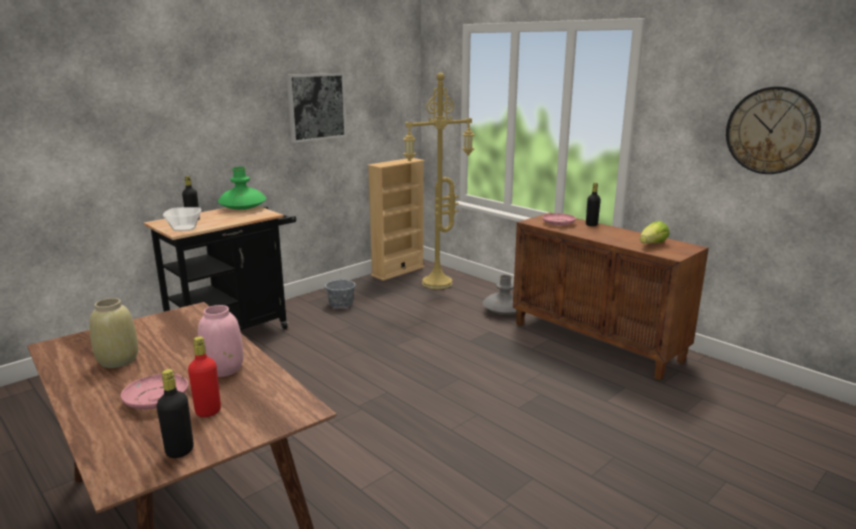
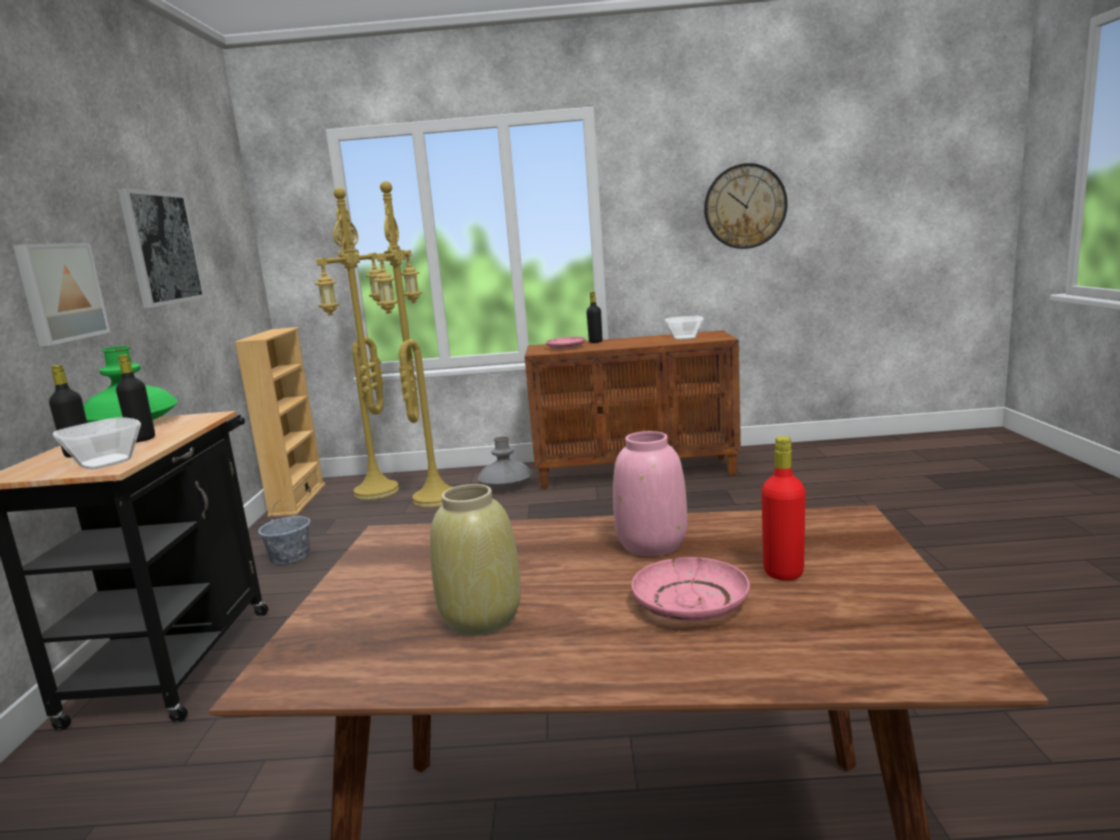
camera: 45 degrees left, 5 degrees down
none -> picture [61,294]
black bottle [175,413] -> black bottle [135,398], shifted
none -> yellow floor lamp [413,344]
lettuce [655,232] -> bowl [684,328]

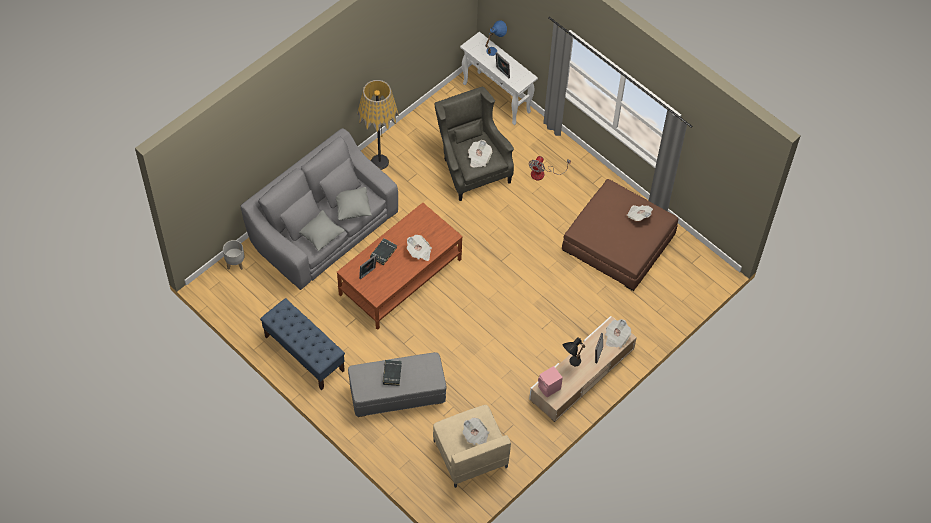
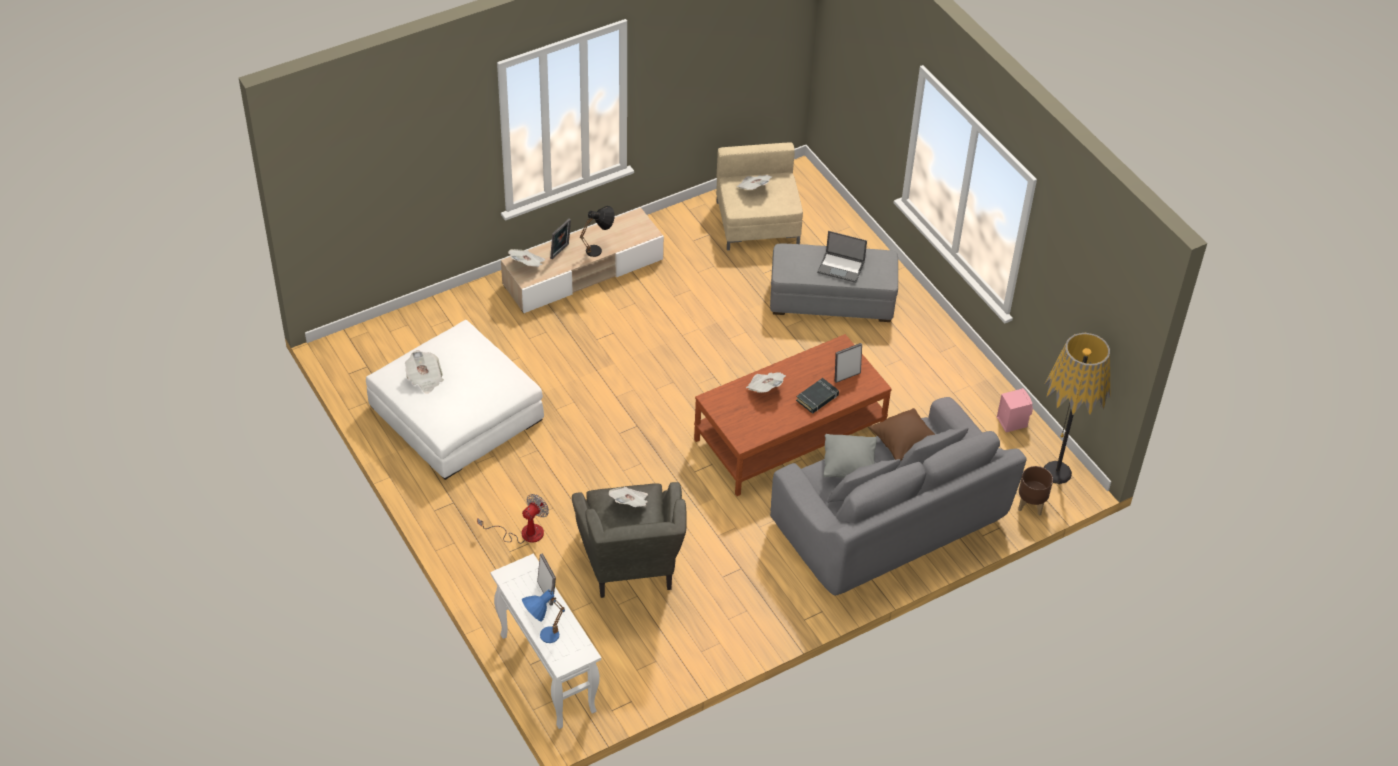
camera: 165 degrees left, 10 degrees down
brown ottoman [620,235] -> white ottoman [455,400]
black book [392,373] -> laptop [842,257]
grey pillow [322,230] -> brown pillow [902,434]
pink speaker [550,381] -> pink speaker [1015,410], shifted
grey planter [234,255] -> brown planter [1035,491]
floor lamp [378,125] -> floor lamp [1077,408], shifted
blue bench [302,344] -> none

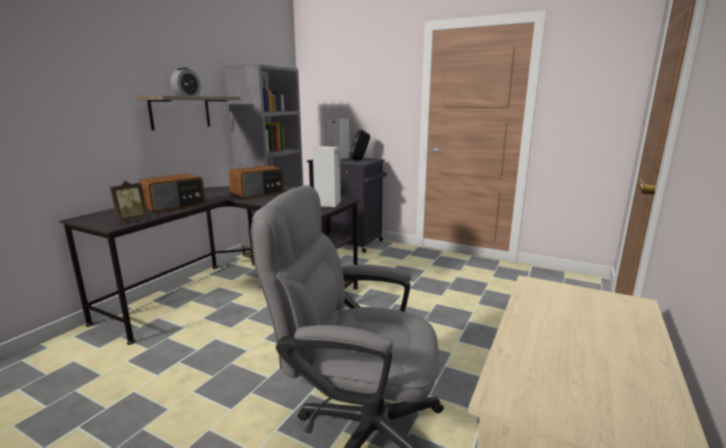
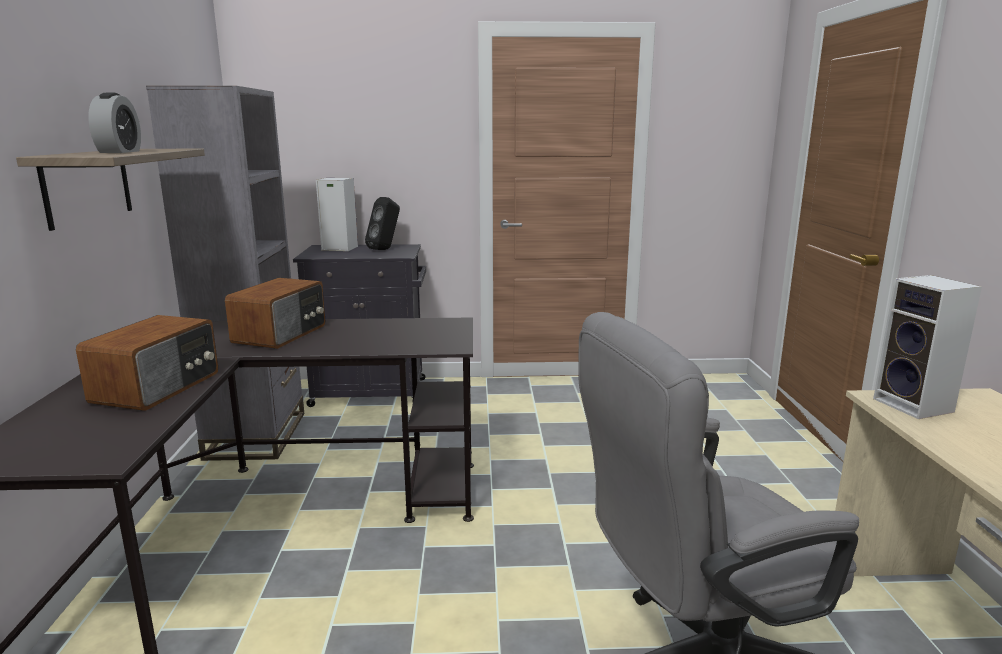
camera: 30 degrees left, 0 degrees up
speaker [327,176] -> speaker [927,347], shifted
picture frame [129,202] -> none

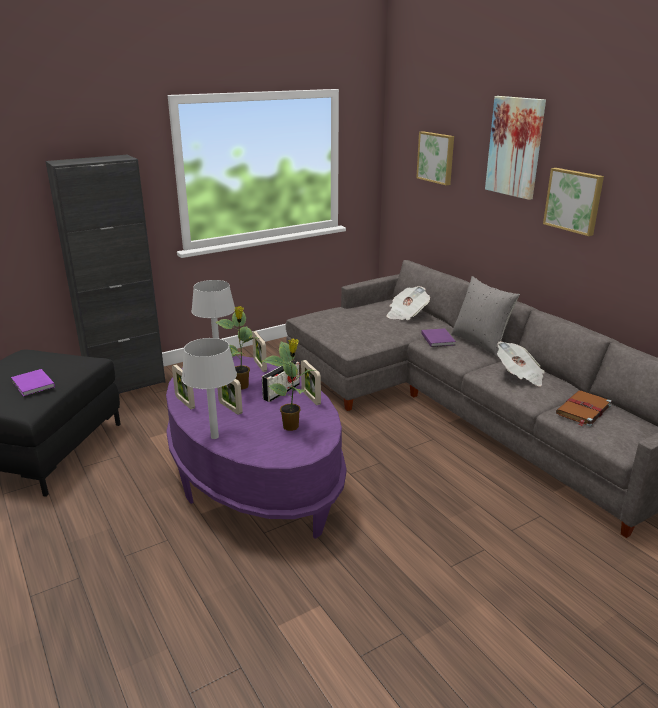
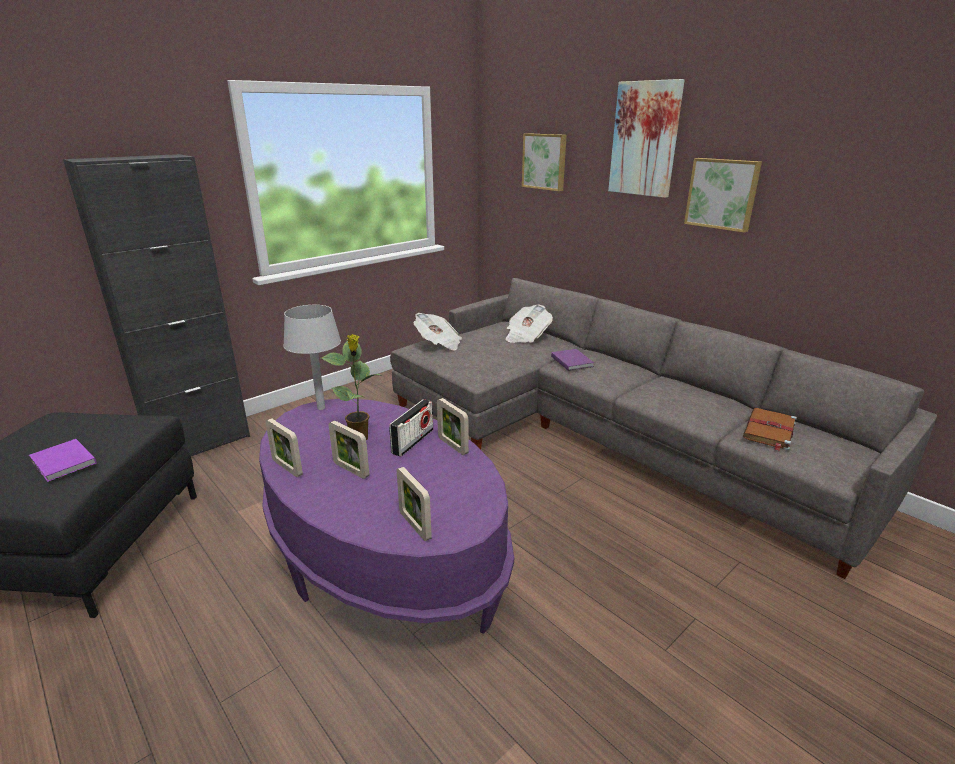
camera: 10 degrees left, 0 degrees up
picture frame [259,351] -> picture frame [414,504], shifted
newspaper [521,364] -> newspaper [438,331], shifted
grey table lamp [209,388] -> none
potted plant [289,384] -> none
grey pillow [485,316] -> none

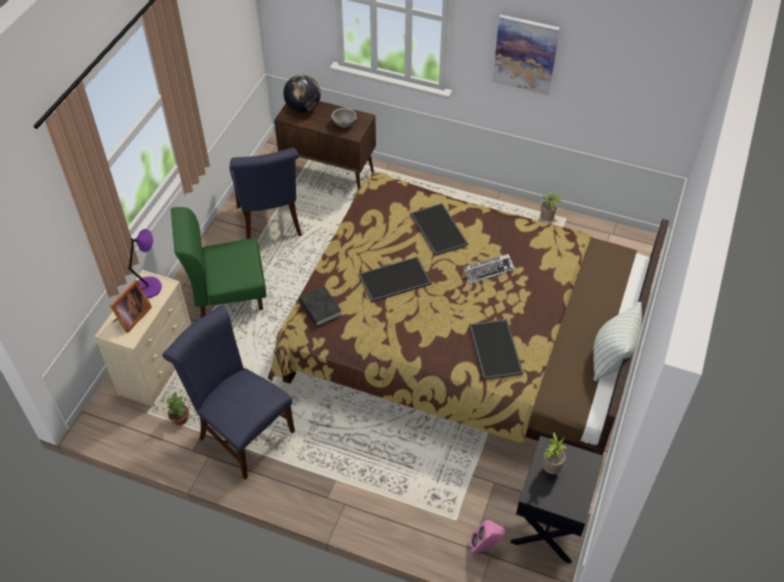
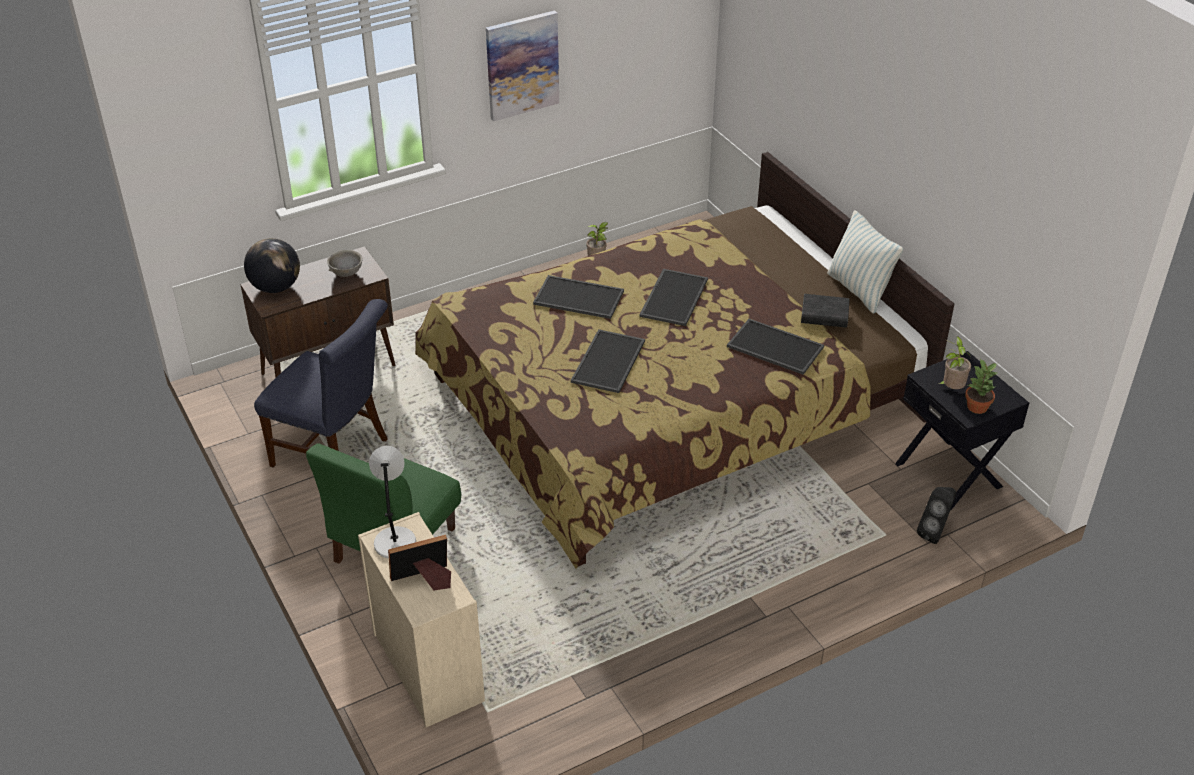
camera: 50 degrees left, 10 degrees down
purple table lamp [145,264] -> grey table lamp [392,502]
picture frame [131,306] -> picture frame [419,562], 90 degrees counterclockwise
keyboard [489,269] -> tray [673,297]
black book [320,306] -> black book [825,311], shifted
pink speaker [487,537] -> black speaker [936,515]
potted plant [177,408] -> potted plant [981,386], shifted
blue chair [228,392] -> none

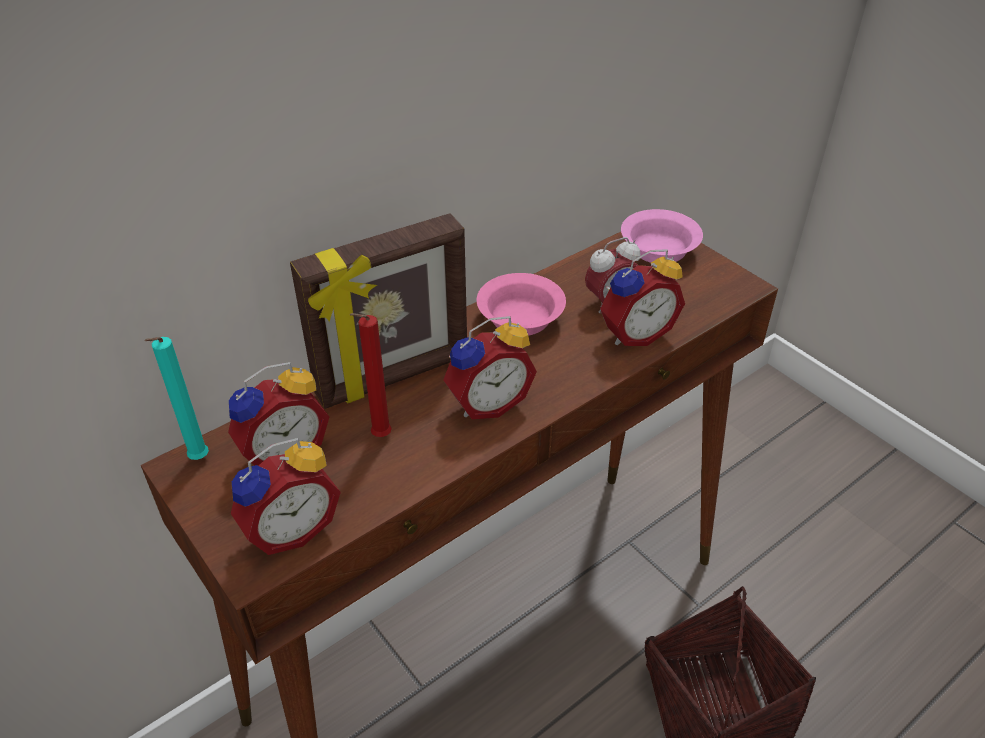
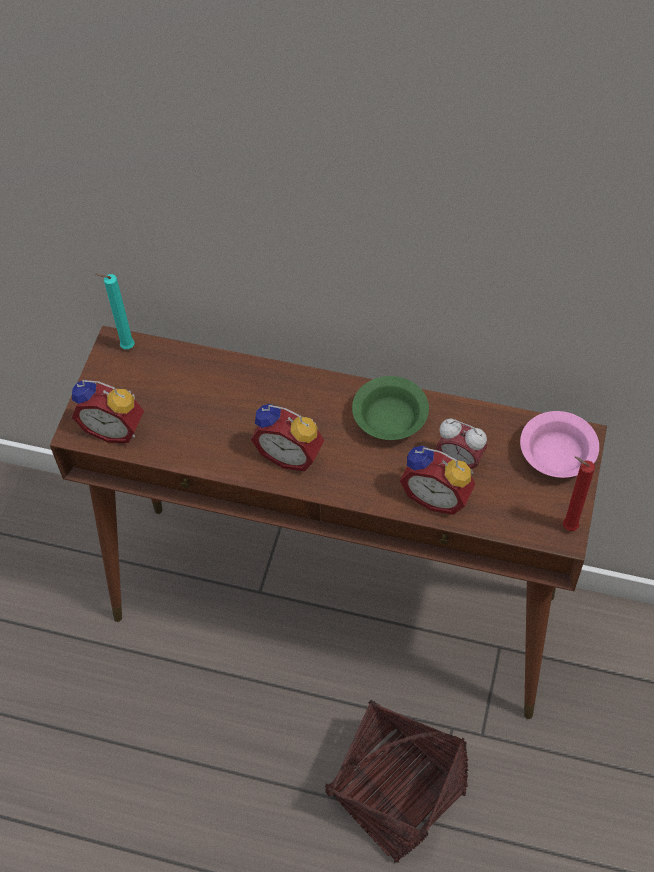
camera: 55 degrees right, 15 degrees up
pink bowl [521,304] -> green bowl [390,408]
red candle [371,375] -> red candle [579,494], shifted
alarm clock [278,414] -> none
picture frame [378,311] -> none

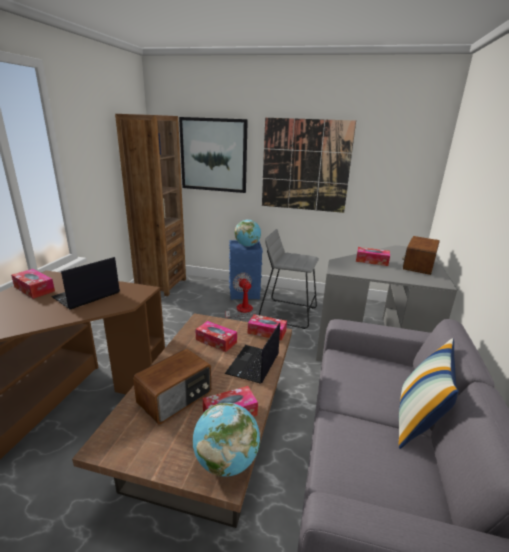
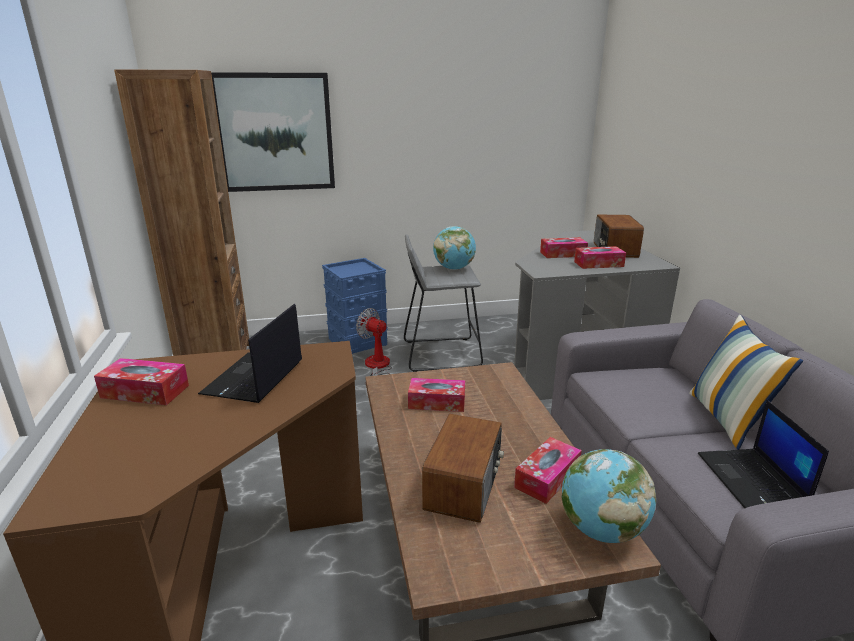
camera: 25 degrees left, 0 degrees up
globe [248,233] -> globe [454,248], shifted
tissue box [267,327] -> tissue box [600,257], shifted
laptop [252,353] -> laptop [763,454], shifted
picture [309,165] -> none

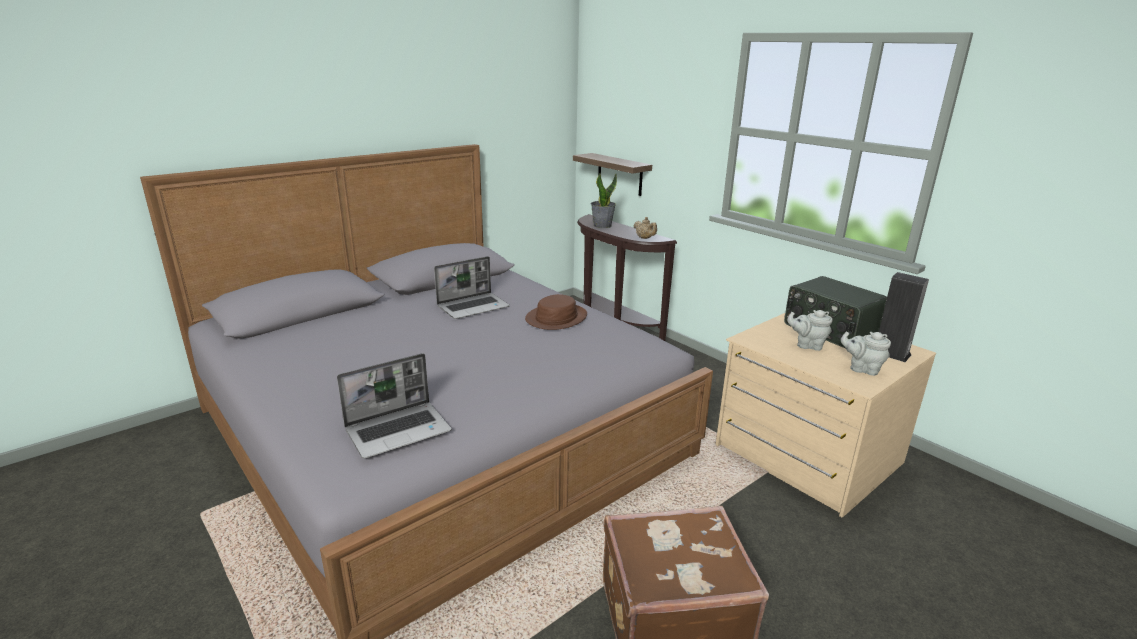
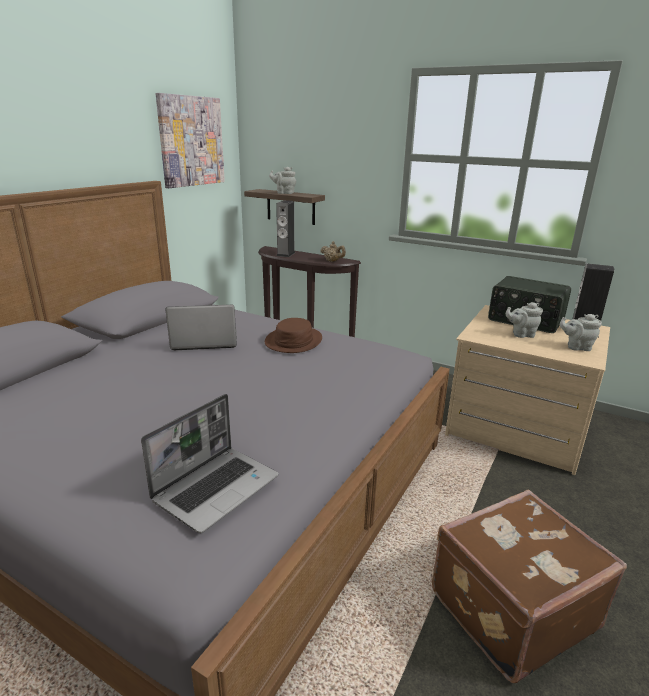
camera: 20 degrees left, 0 degrees up
none -> picture [190,140]
laptop [472,287] -> laptop [201,327], 135 degrees counterclockwise
none -> grey teapot [282,180]
potted plant [604,200] -> speaker [285,228]

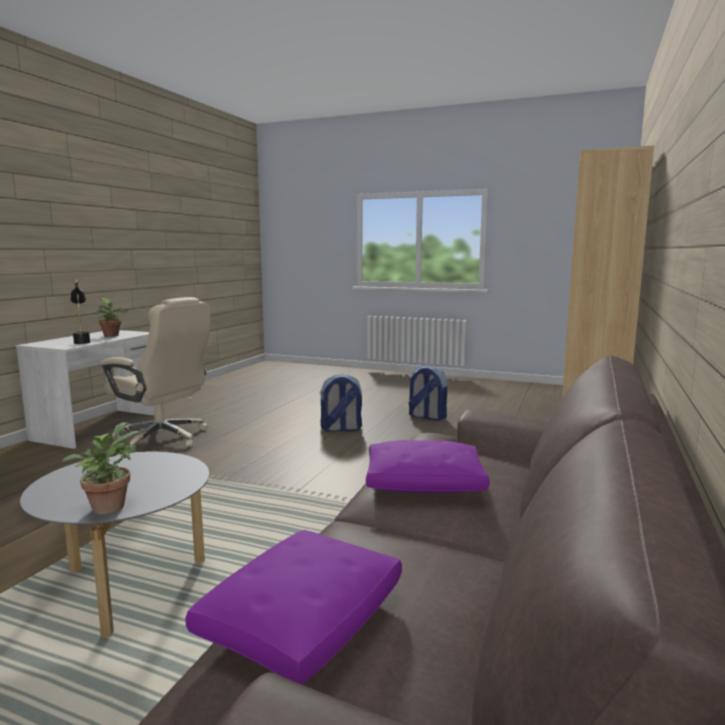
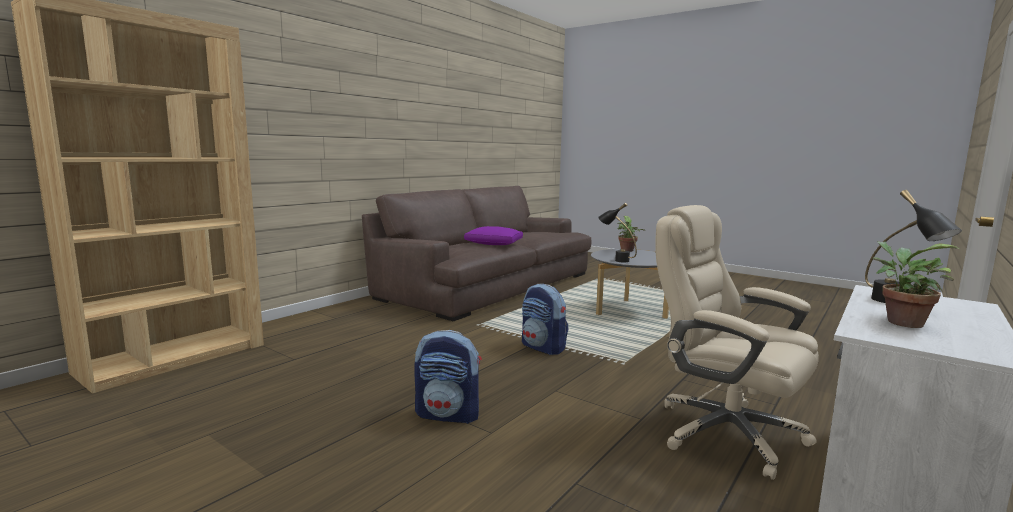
camera: 165 degrees left, 0 degrees up
backpack [428,393] -> backpack [545,319], shifted
none -> black table lamp [617,232]
purple pillow [293,607] -> none

